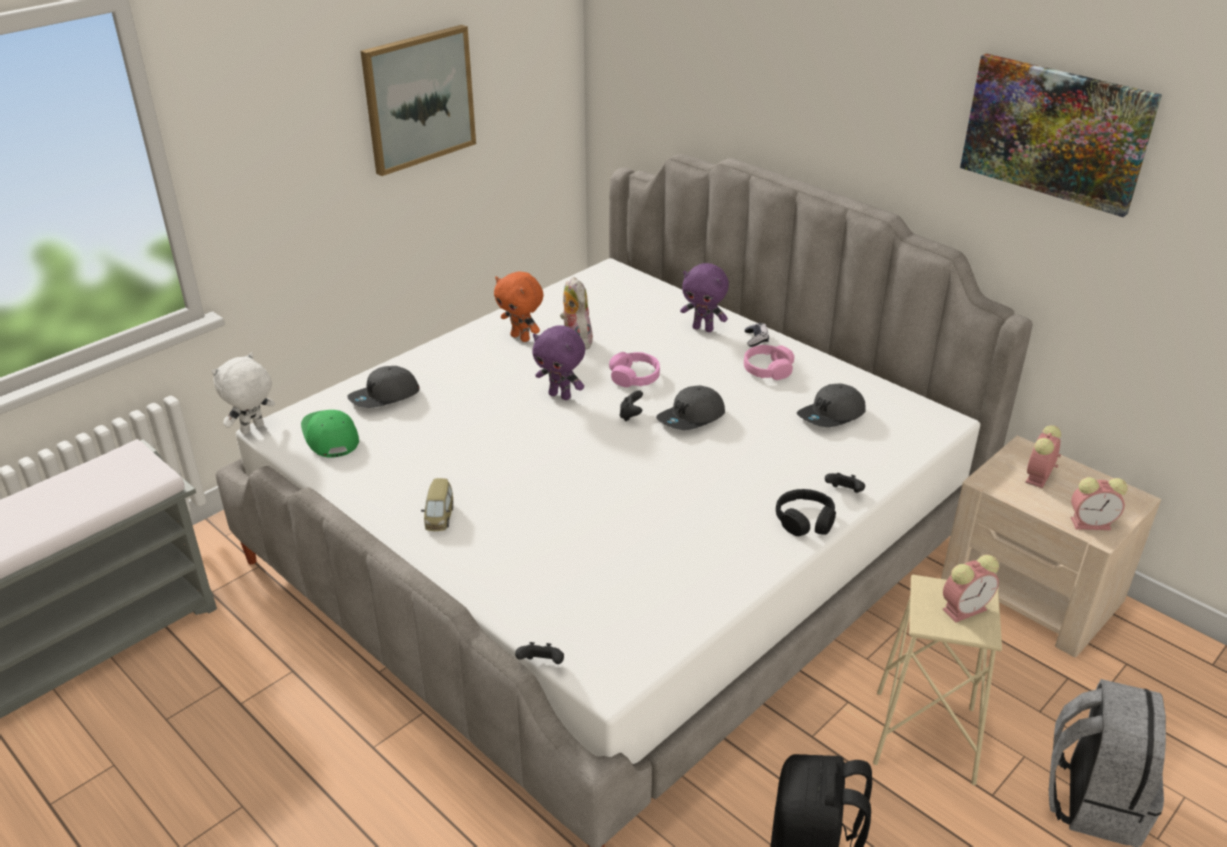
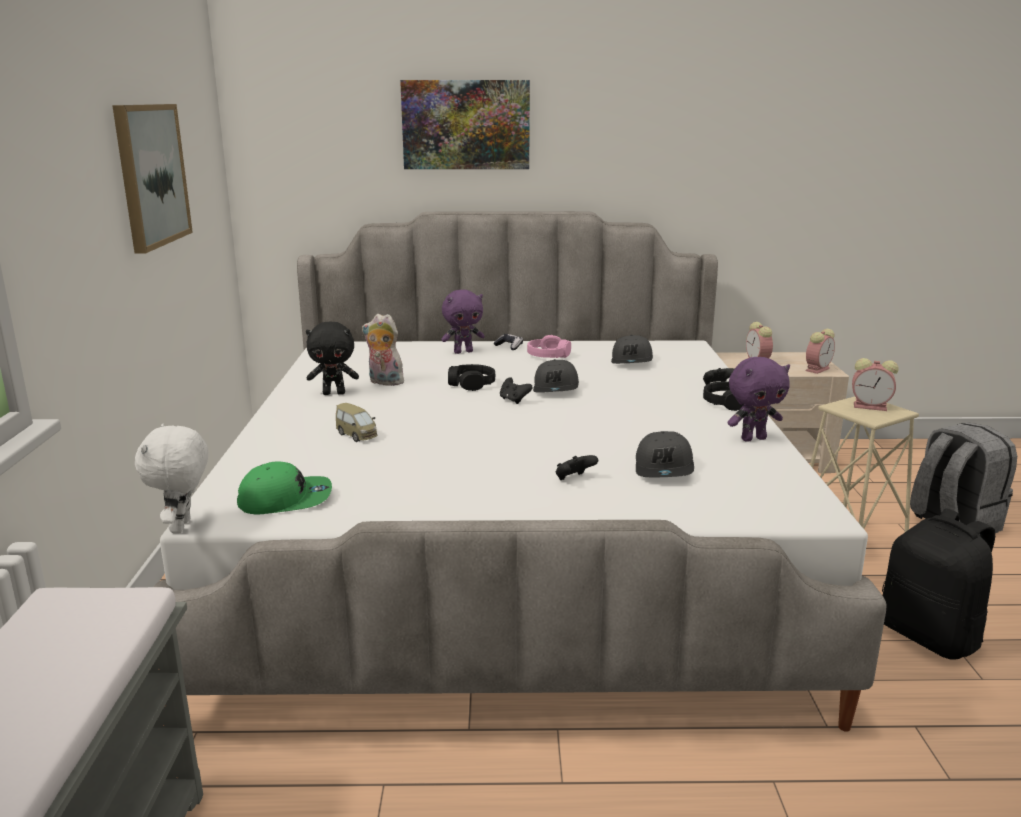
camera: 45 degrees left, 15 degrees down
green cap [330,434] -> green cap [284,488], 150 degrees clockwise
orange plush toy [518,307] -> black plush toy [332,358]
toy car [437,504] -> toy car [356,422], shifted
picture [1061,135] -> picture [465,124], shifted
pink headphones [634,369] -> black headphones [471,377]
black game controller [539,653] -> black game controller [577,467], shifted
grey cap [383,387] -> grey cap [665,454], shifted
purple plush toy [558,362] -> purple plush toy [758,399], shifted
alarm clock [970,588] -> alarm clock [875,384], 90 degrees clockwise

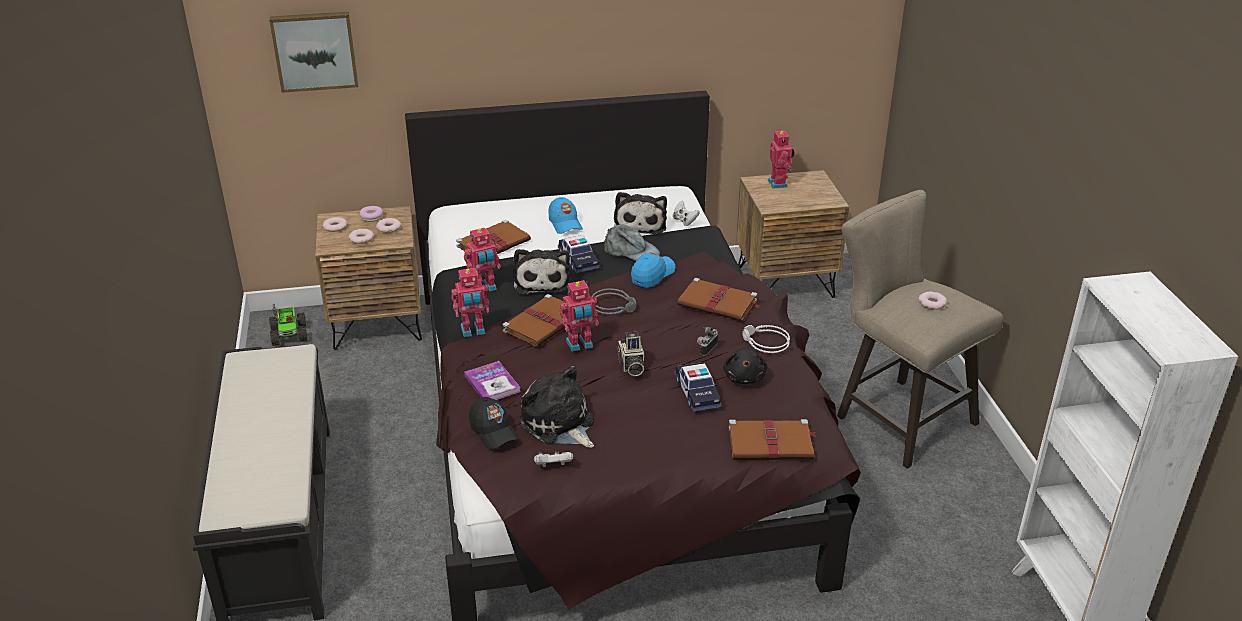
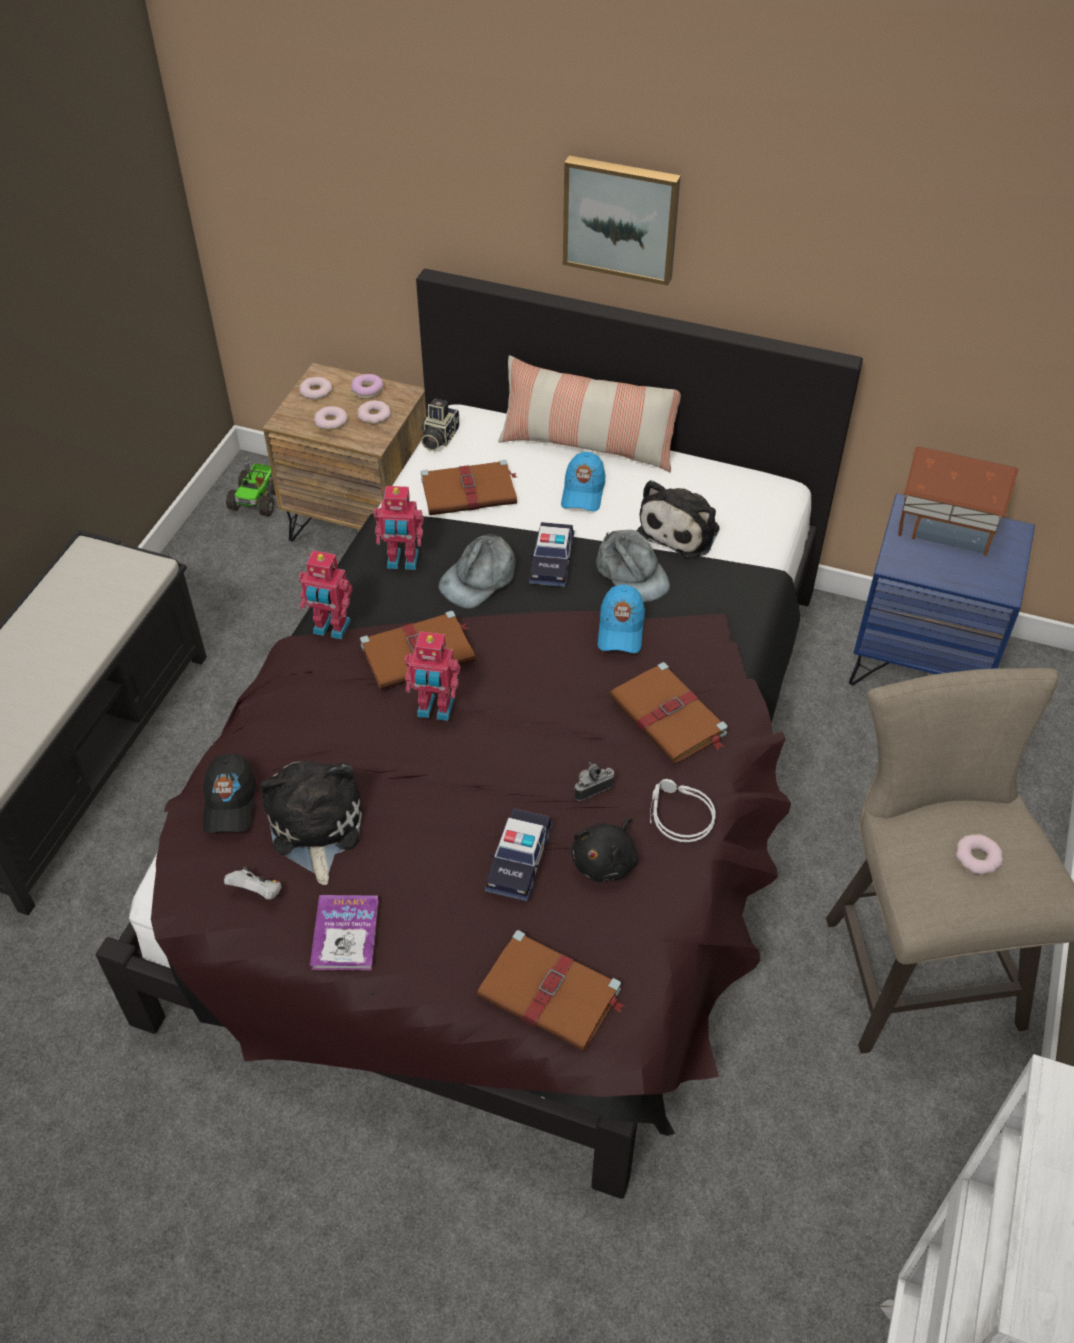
camera: 30 degrees right, 15 degrees up
book [492,380] -> book [344,932], shifted
photo camera [630,354] -> photo camera [440,424], shifted
plush toy [541,272] -> grey cap [477,571]
none -> pillow [589,413]
picture [313,52] -> picture [622,221], shifted
blue cap [653,270] -> blue cap [621,619], 120 degrees clockwise
brown nightstand [792,234] -> blue nightstand [942,589]
toy robot [781,159] -> toy house [958,501]
grey headphones [614,301] -> none
white game controller [686,213] -> none

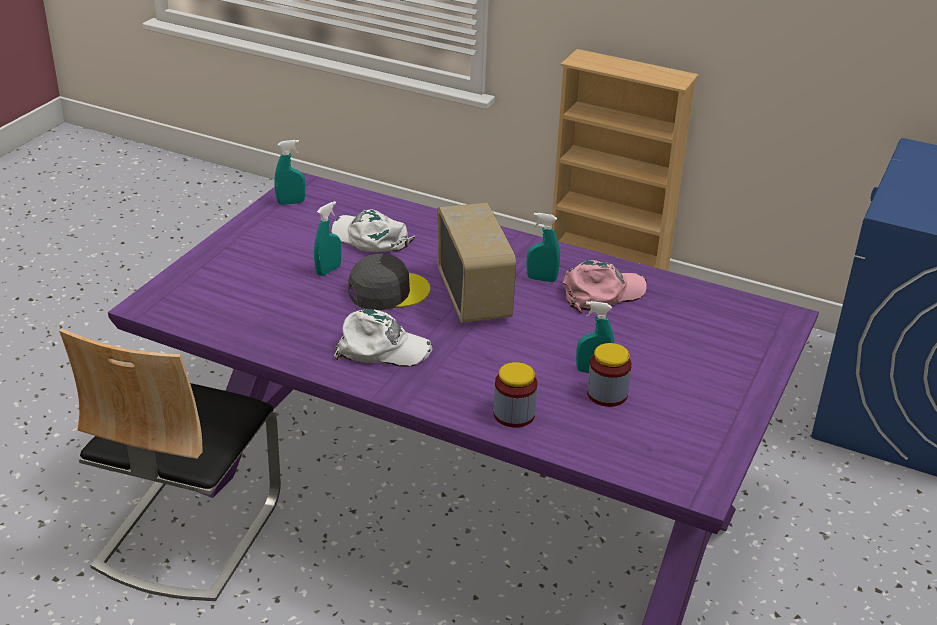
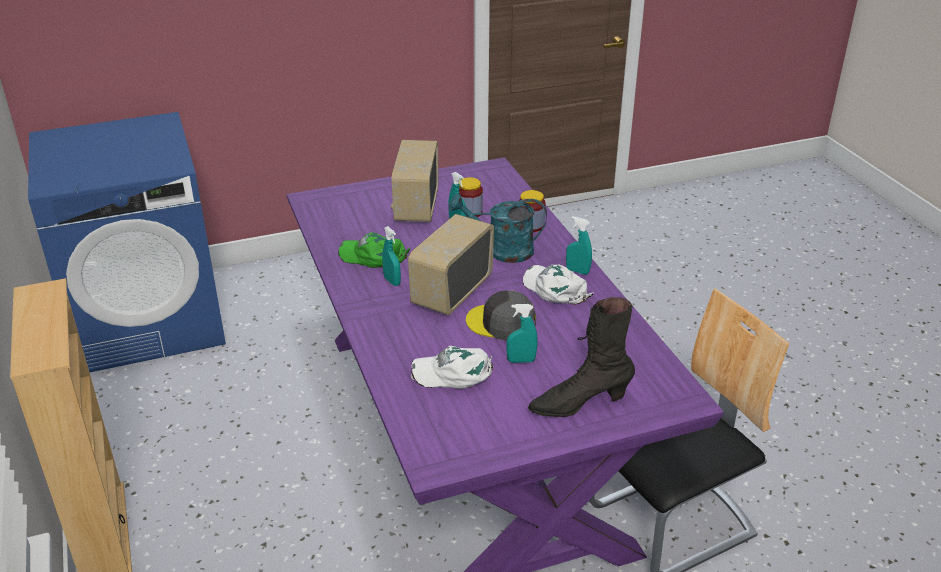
camera: 135 degrees left, 0 degrees up
pink cap [604,286] -> green cap [374,250]
none -> radio [415,181]
white cap [373,230] -> white cap [452,367], 105 degrees clockwise
none -> turquoise watering can [497,228]
none -> black boot [581,357]
turquoise spray bottle [290,172] -> turquoise spray bottle [579,245], shifted

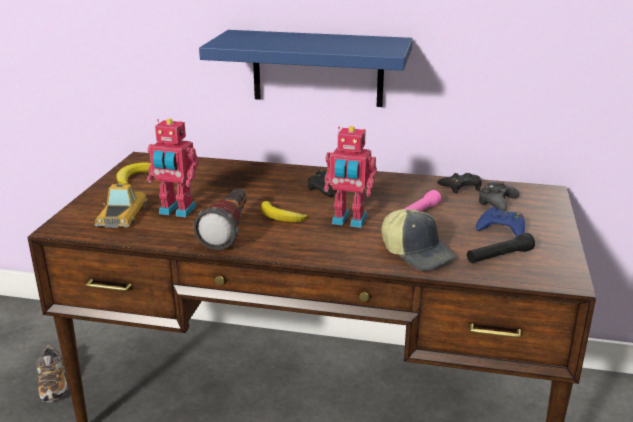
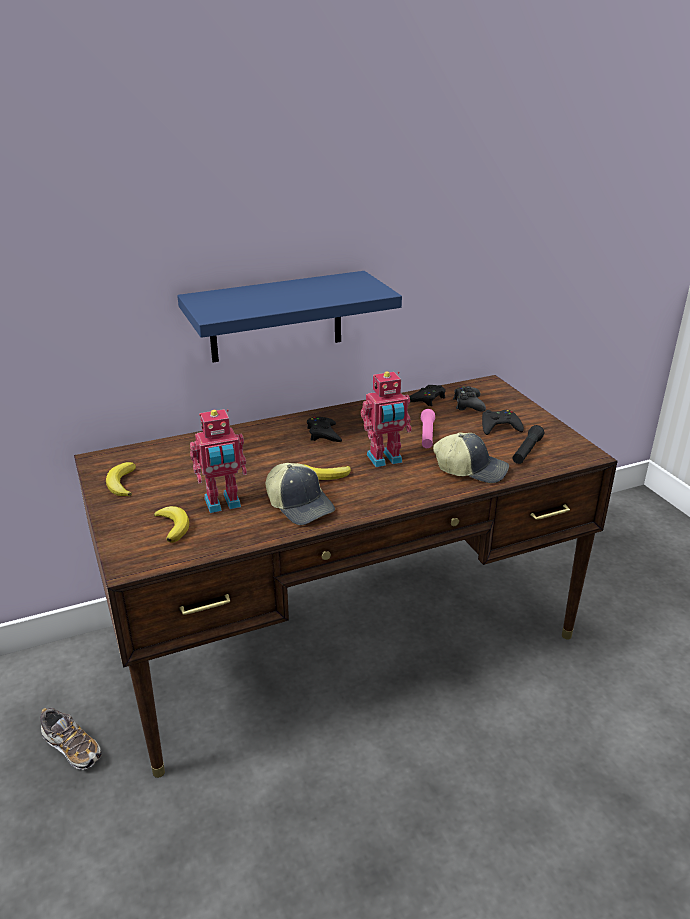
camera: 35 degrees left, 5 degrees up
toy car [121,206] -> banana [171,524]
flashlight [219,219] -> cap [300,494]
blue game controller [500,222] -> black game controller [503,422]

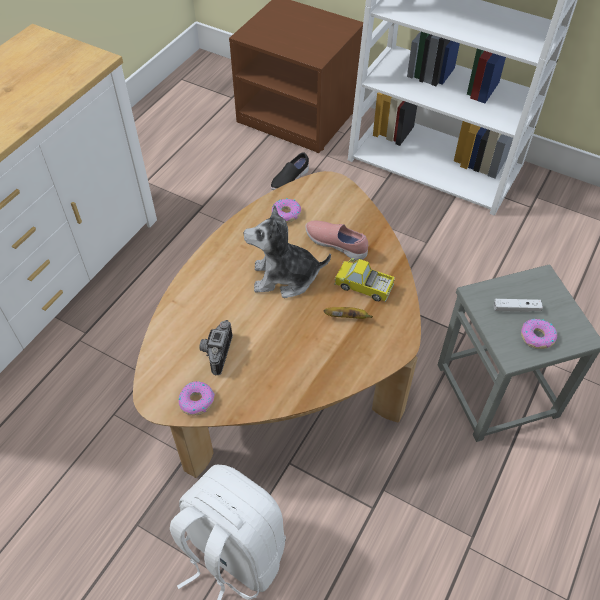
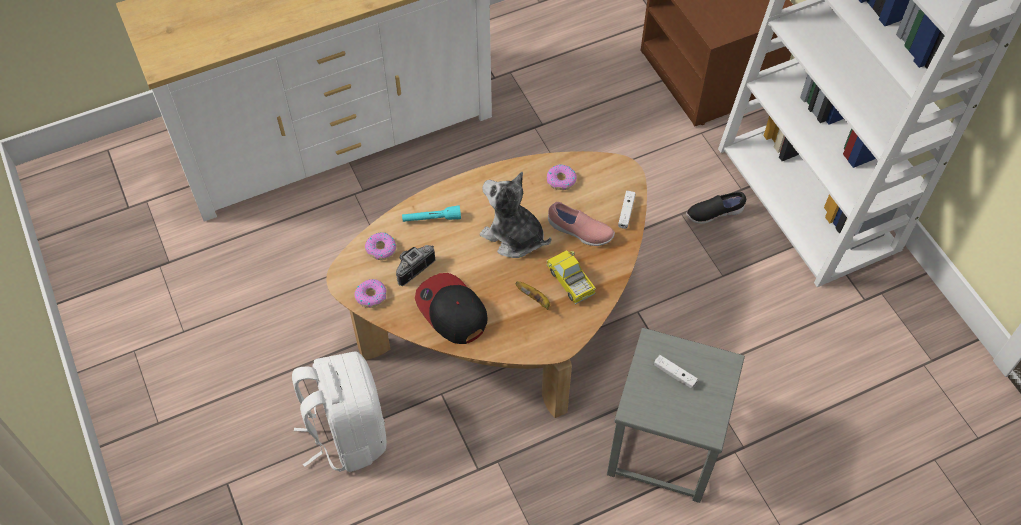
camera: 35 degrees right, 5 degrees up
donut [539,334] -> donut [380,246], shifted
none -> turquoise flashlight [431,213]
none -> cap [451,308]
pink shoe [336,241] -> pink shoe [581,224], 135 degrees clockwise
none -> white game controller [627,210]
black shoe [290,171] -> black shoe [716,208], shifted

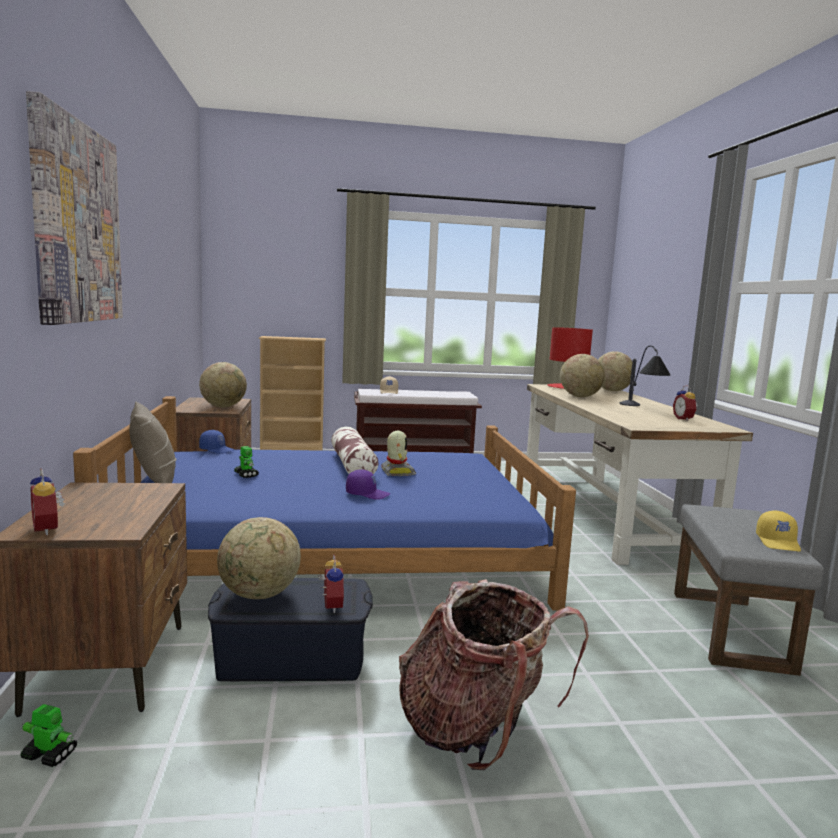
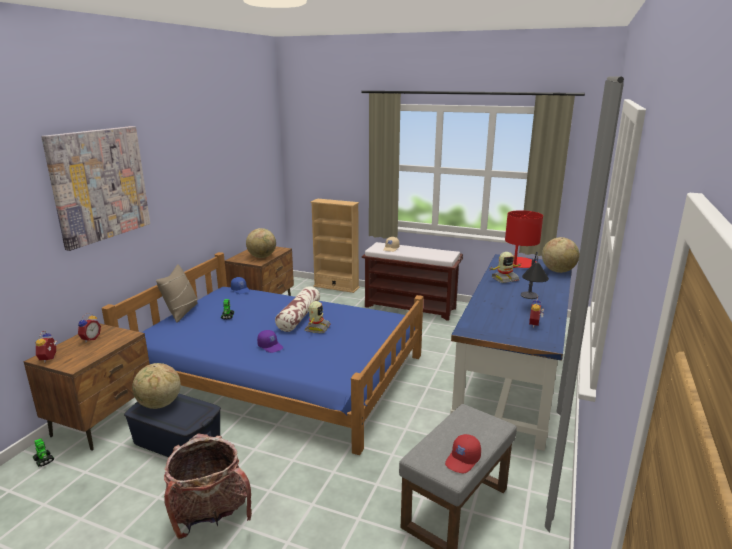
camera: 30 degrees right, 10 degrees up
alarm clock [331,583] -> alarm clock [89,327], shifted
yellow cap [778,531] -> red cap [463,453]
beige desk [640,474] -> blue desk [511,352]
globe [582,375] -> toy robot [505,267]

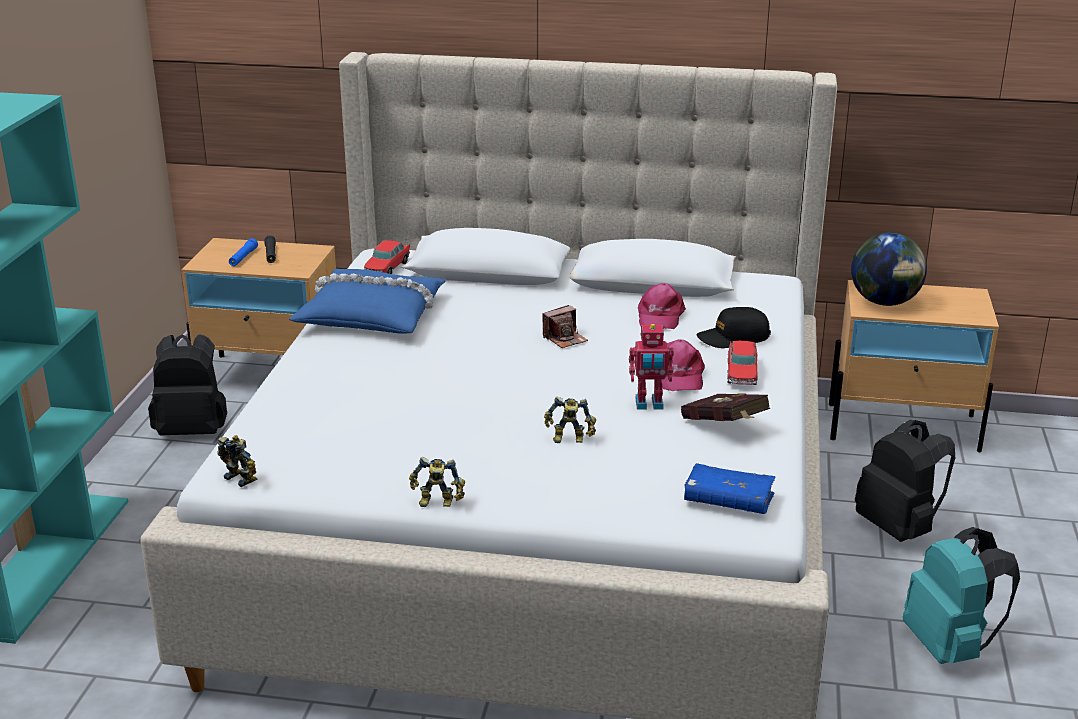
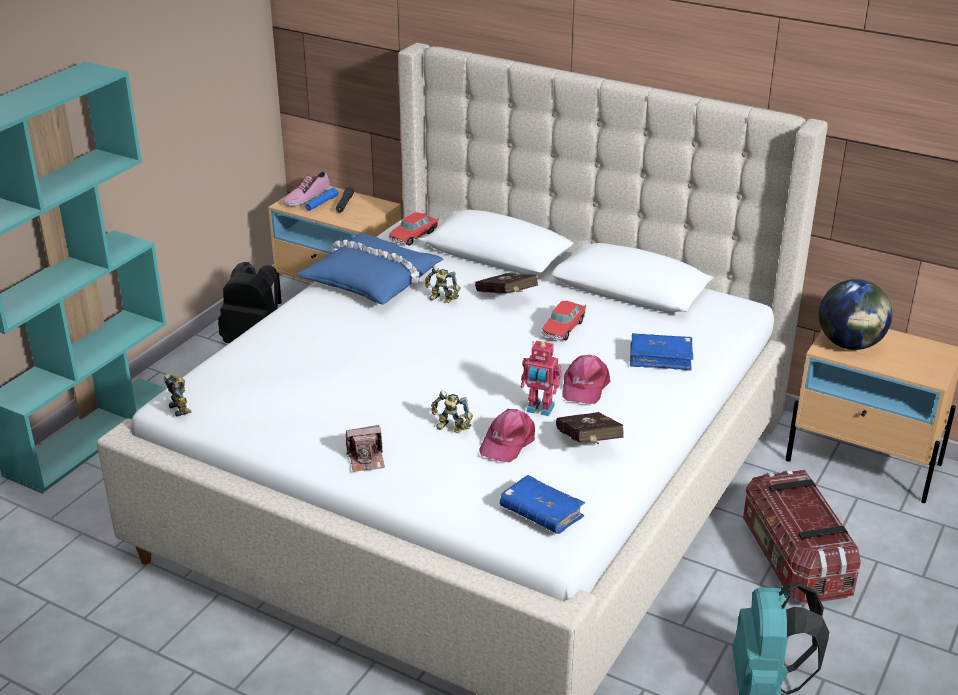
camera: 20 degrees right, 5 degrees up
none -> shoe [306,188]
photo camera [565,326] -> photo camera [365,448], shifted
toy robot [437,482] -> toy robot [442,284], shifted
none -> red book [506,283]
pink cap [662,306] -> pink cap [507,435], shifted
toy car [742,363] -> toy car [563,320], shifted
black cap [733,327] -> blue book [661,352]
black backpack [905,481] -> storage box [802,537]

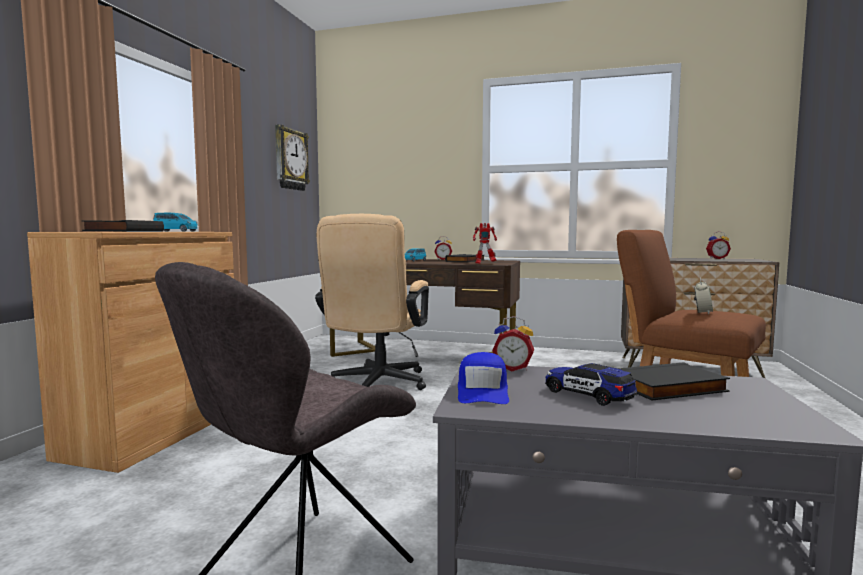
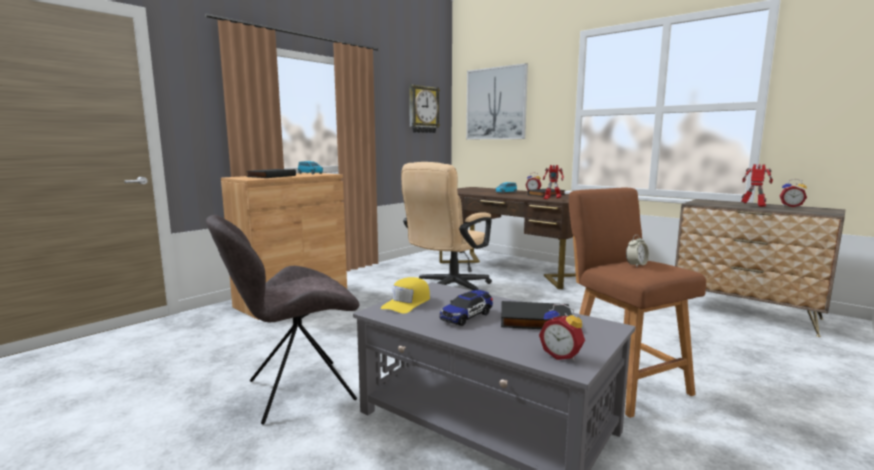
camera: 25 degrees right, 5 degrees up
blue cap [483,378] -> yellow cap [405,295]
toy car [591,384] -> toy car [466,308], 120 degrees counterclockwise
none -> picture [497,101]
alarm clock [513,343] -> alarm clock [562,332], shifted
none -> toy robot [757,185]

